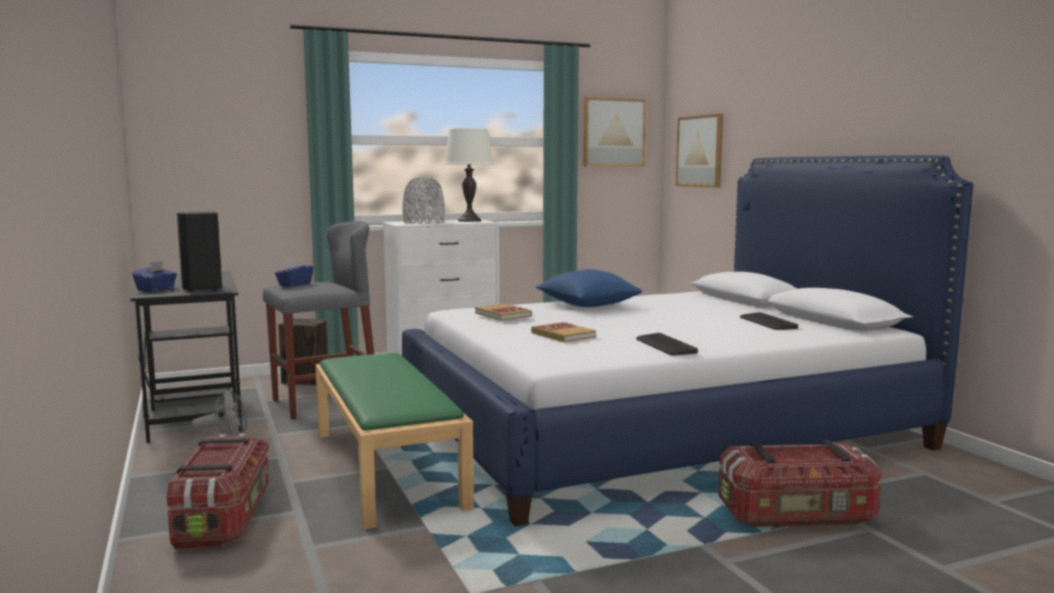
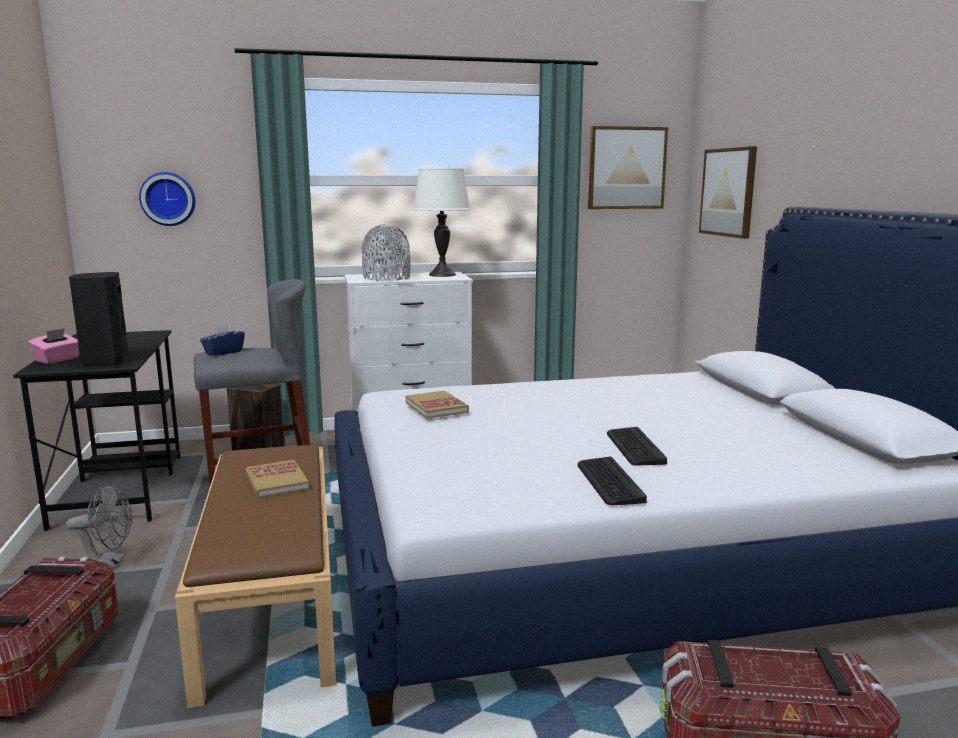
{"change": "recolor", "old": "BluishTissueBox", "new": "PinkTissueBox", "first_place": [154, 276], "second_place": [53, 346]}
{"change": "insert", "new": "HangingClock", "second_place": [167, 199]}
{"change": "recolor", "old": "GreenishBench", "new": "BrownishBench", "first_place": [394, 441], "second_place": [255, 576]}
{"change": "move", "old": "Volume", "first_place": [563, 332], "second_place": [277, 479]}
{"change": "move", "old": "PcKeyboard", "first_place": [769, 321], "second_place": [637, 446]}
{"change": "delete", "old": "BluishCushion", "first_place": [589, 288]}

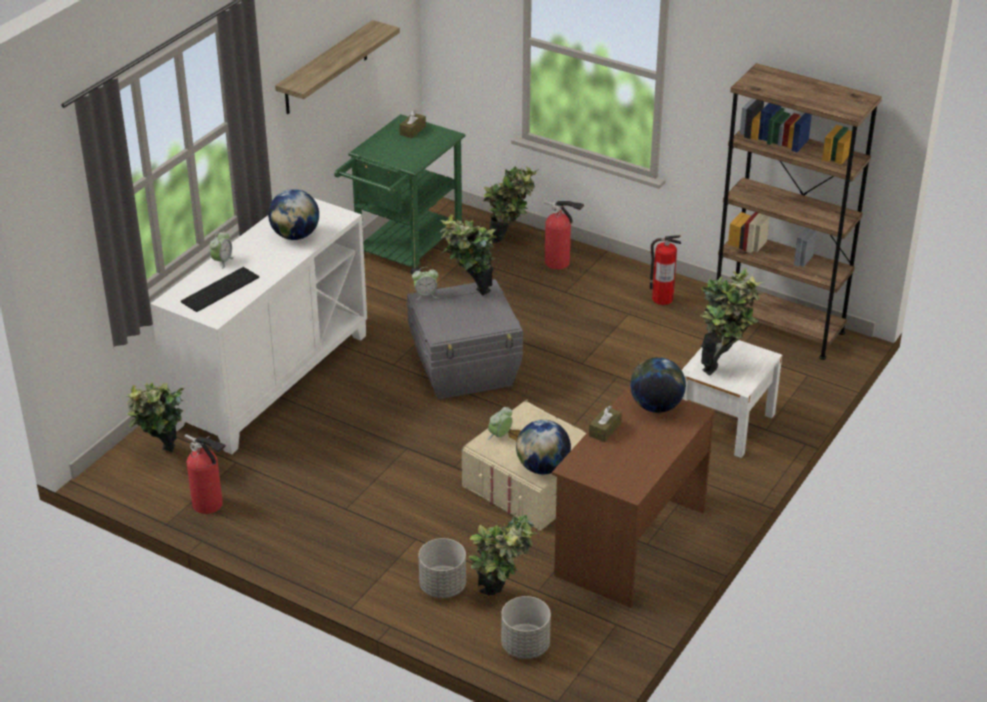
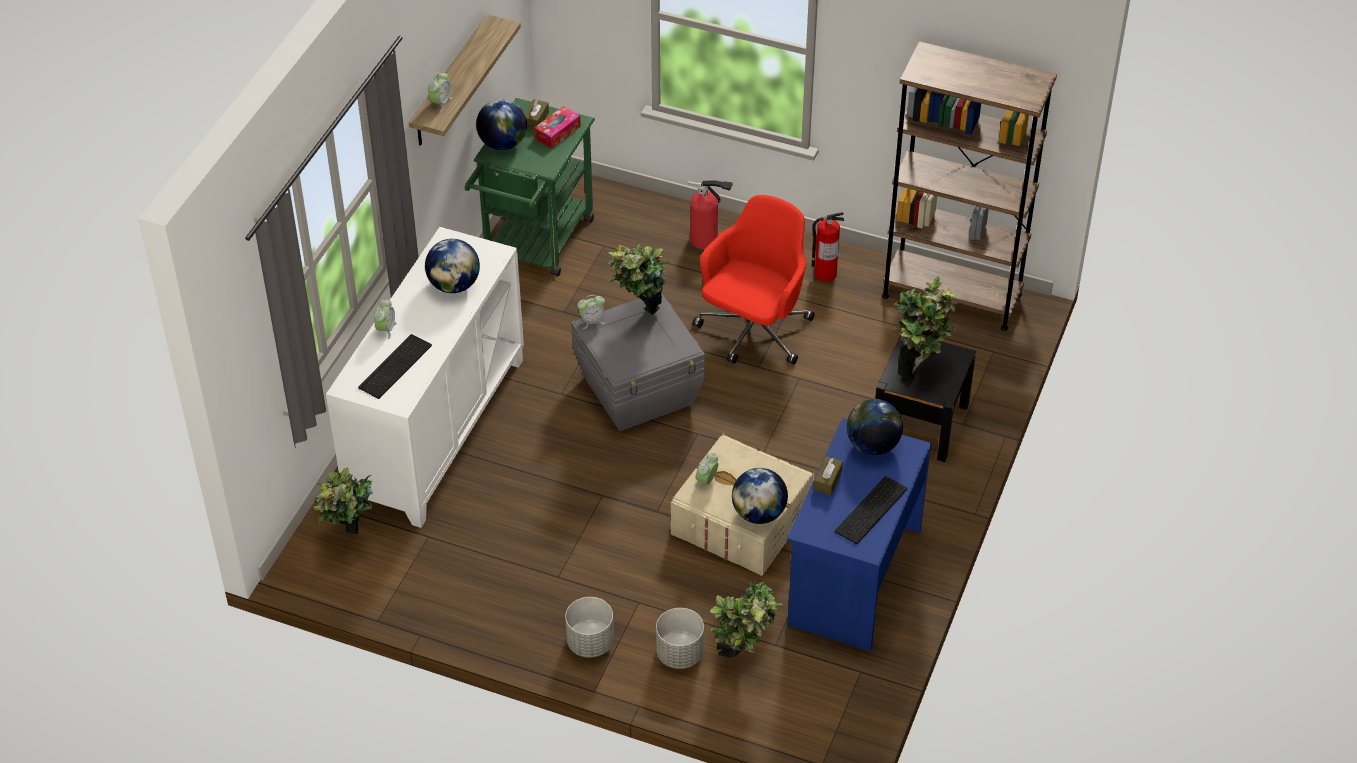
{"change": "insert", "new": "TableClock", "second_place": [440, 92]}
{"change": "insert", "new": "DeskGlobe", "second_place": [501, 124]}
{"change": "insert", "new": "TissueBox", "second_place": [557, 127]}
{"change": "move", "old": "GrayPlanter", "first_place": [526, 627], "second_place": [589, 627]}
{"change": "insert", "new": "ReddishOfficeChair", "second_place": [753, 279]}
{"change": "recolor", "old": "BrownishDeskUnit", "new": "BluishDeskUnit", "first_place": [633, 496], "second_place": [859, 534]}
{"change": "insert", "new": "PcKeyboard", "second_place": [871, 510]}
{"change": "recolor", "old": "WhiteColouredNightstand", "new": "BlackNightstand", "first_place": [732, 399], "second_place": [925, 398]}
{"change": "delete", "old": "Extinguisher", "first_place": [205, 474]}
{"change": "delete", "old": "PlantInAPot", "first_place": [511, 204]}

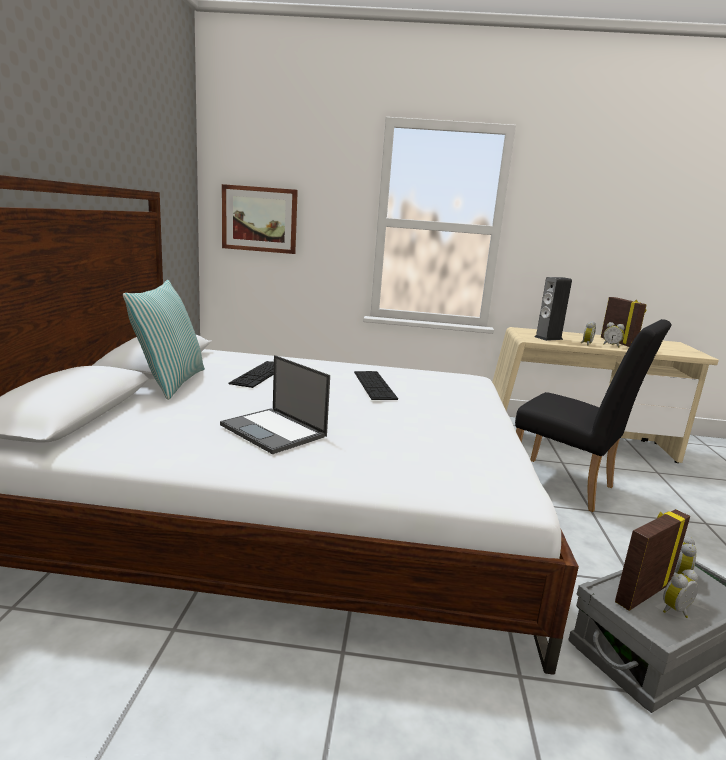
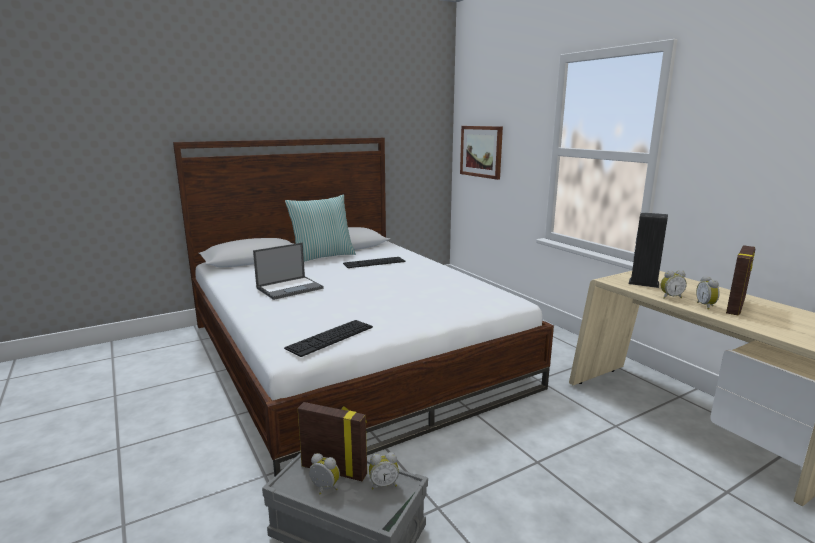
{"change": "rotate", "old": "Laptop", "first_place": [275, 404], "second_place": [288, 271], "degrees": -135}
{"change": "move", "old": "PcKeyboard", "first_place": [376, 385], "second_place": [328, 338]}
{"change": "delete", "old": "BlackUprightChair", "first_place": [593, 415]}

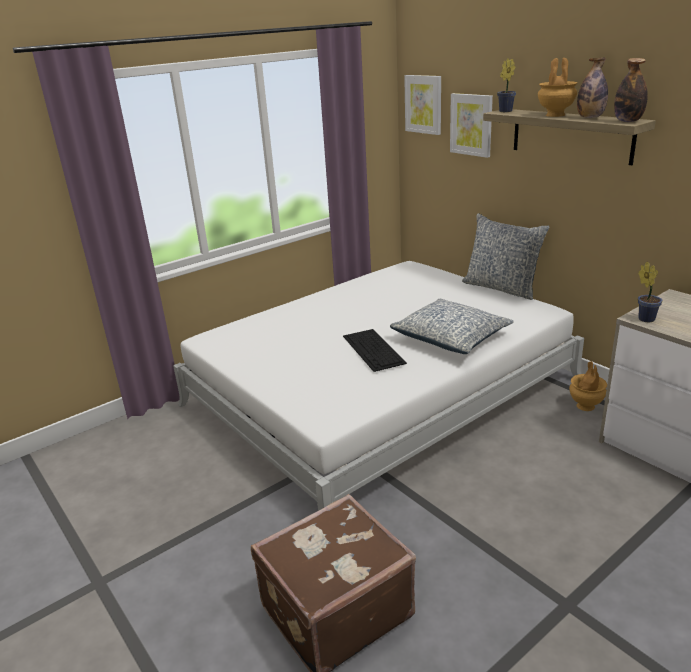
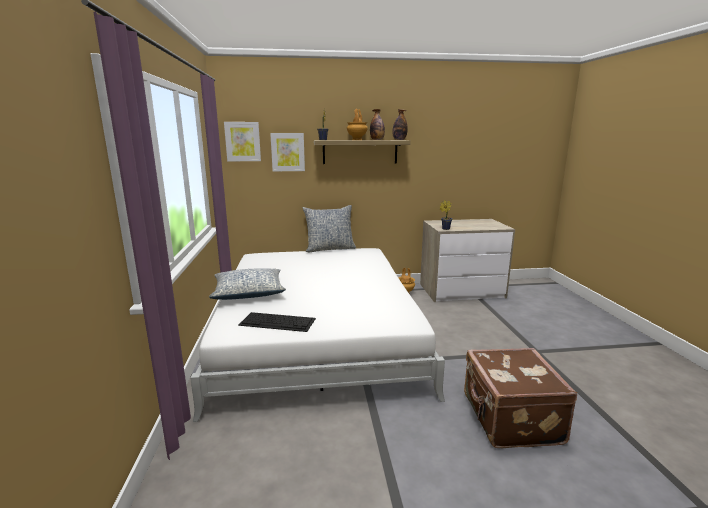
{"change": "move", "old": "Cushion", "first_place": [452, 326], "second_place": [247, 284]}
{"change": "move", "old": "PcKeyboard", "first_place": [375, 350], "second_place": [277, 322]}

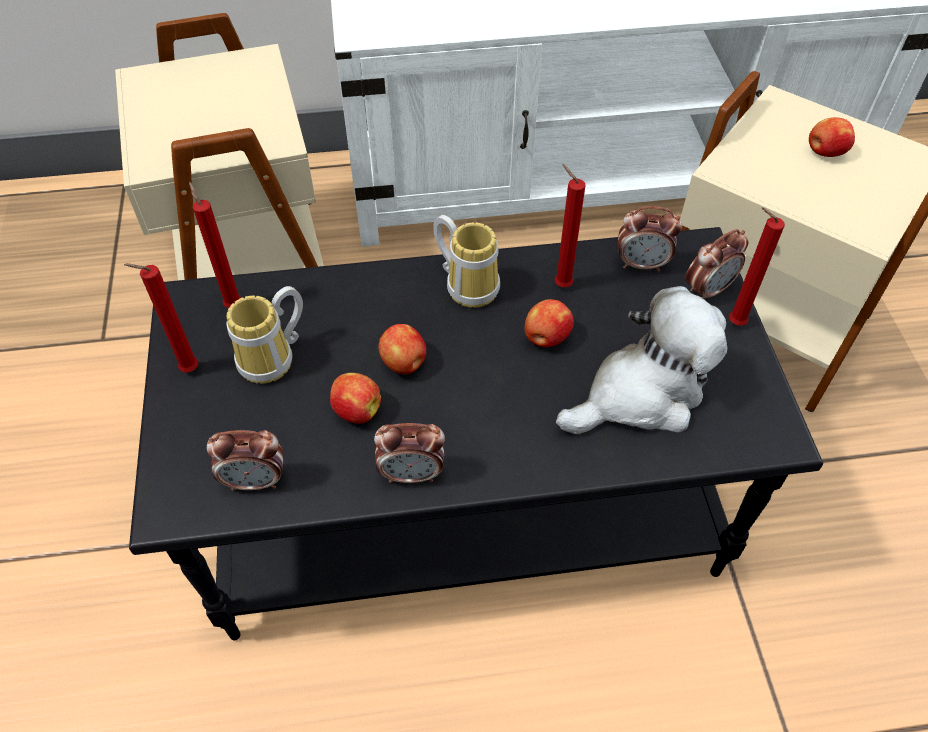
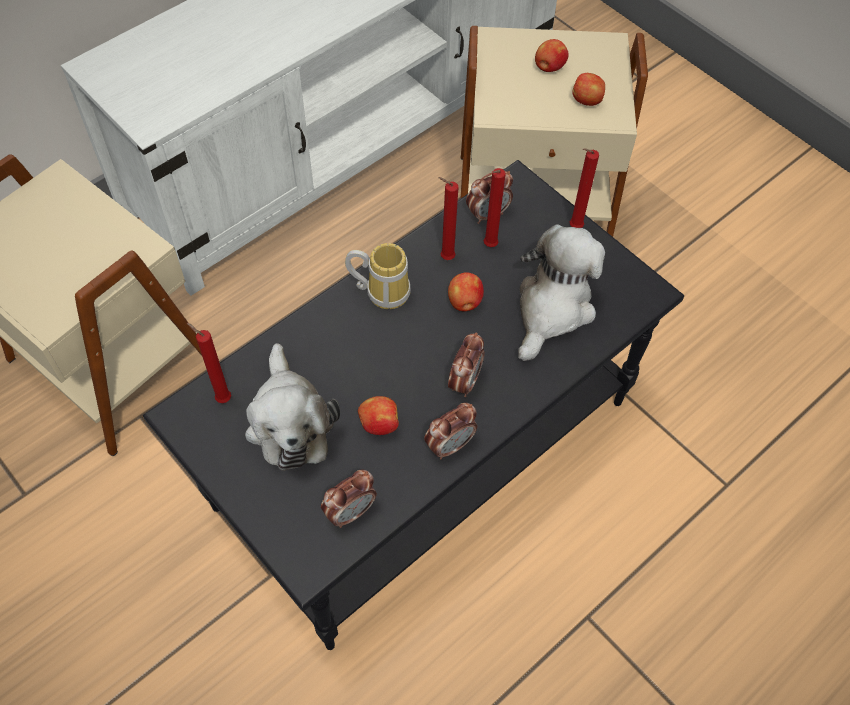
{"change": "replace", "old": "Mug", "new": "CuddlyToy", "first_place": [265, 335], "second_place": [292, 407]}
{"change": "move", "old": "TableClock", "first_place": [717, 264], "second_place": [466, 364]}
{"change": "move", "old": "ReddishWaxLight", "first_place": [161, 317], "second_place": [495, 207]}
{"change": "move", "old": "WholeApple", "first_place": [402, 349], "second_place": [588, 89]}

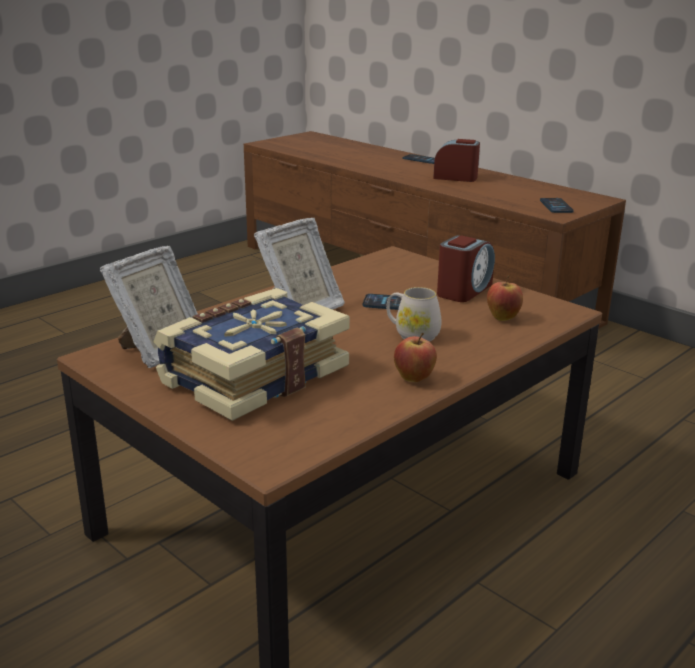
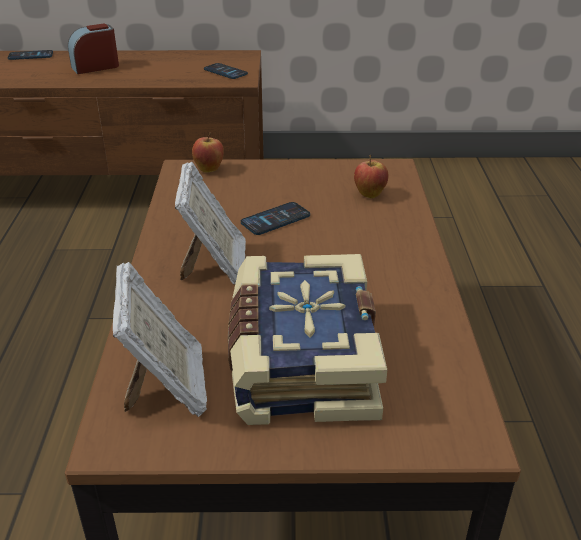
{"change": "move", "old": "WholeApple", "first_place": [415, 357], "second_place": [208, 152]}
{"change": "delete", "old": "WhiteColouredMug", "first_place": [413, 314]}
{"change": "delete", "old": "TableClock", "first_place": [466, 268]}

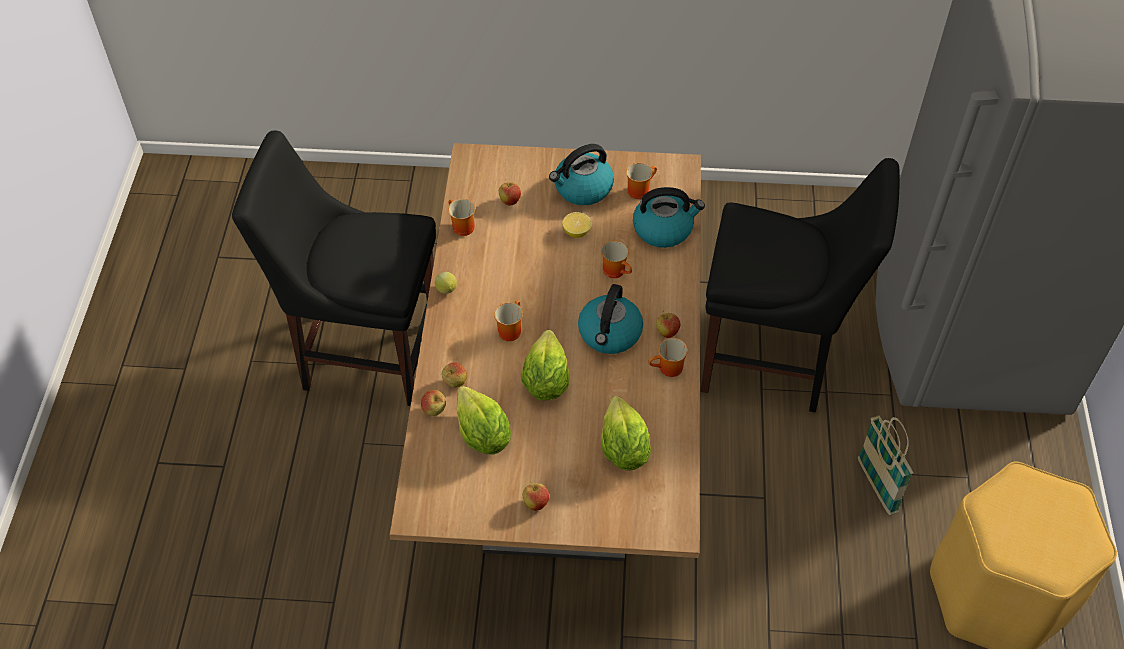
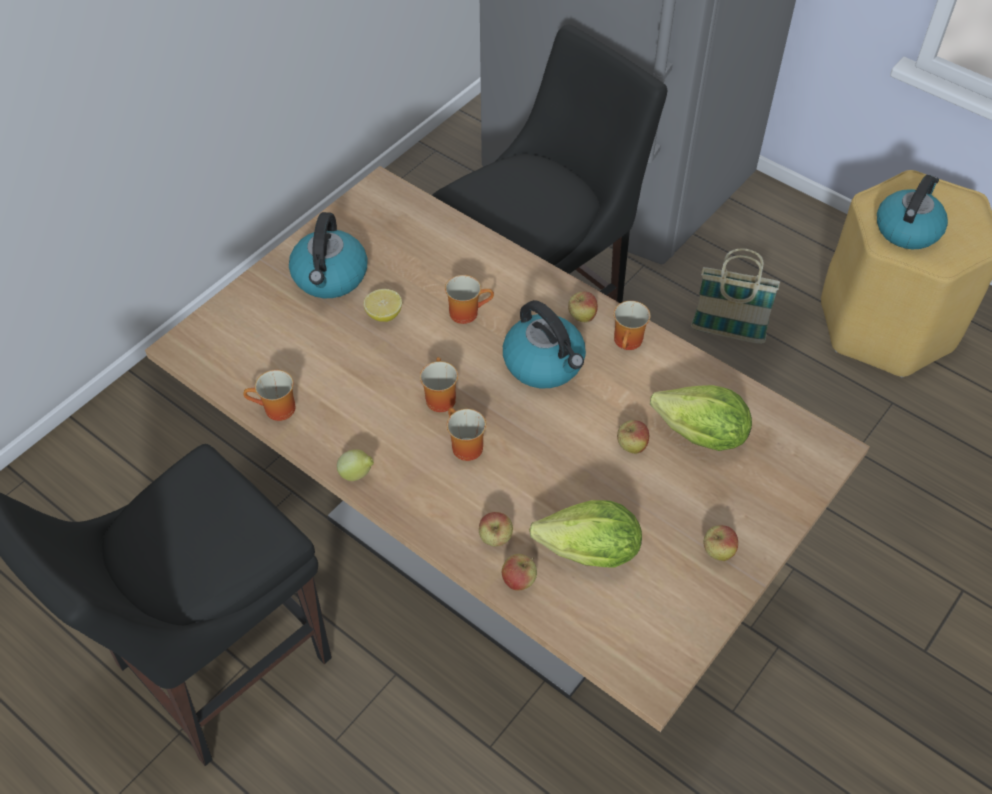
{"change": "move", "old": "Mug", "first_place": [641, 181], "second_place": [439, 384]}
{"change": "move", "old": "WholeApple", "first_place": [510, 193], "second_place": [633, 437]}
{"change": "move", "old": "WaterKettle", "first_place": [669, 217], "second_place": [912, 212]}
{"change": "delete", "old": "Lettuce", "first_place": [545, 365]}

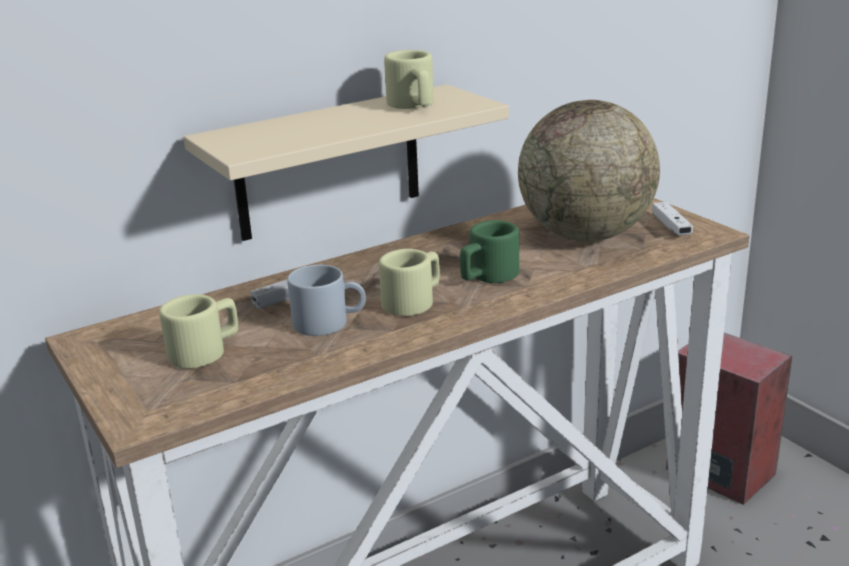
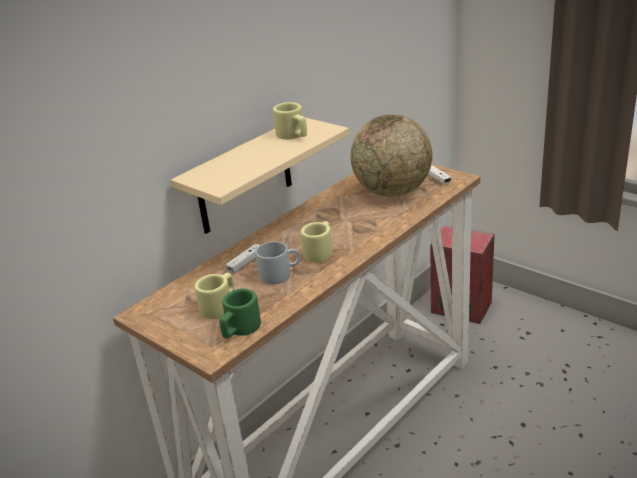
{"change": "move", "old": "GreenishMug", "first_place": [489, 251], "second_place": [240, 314]}

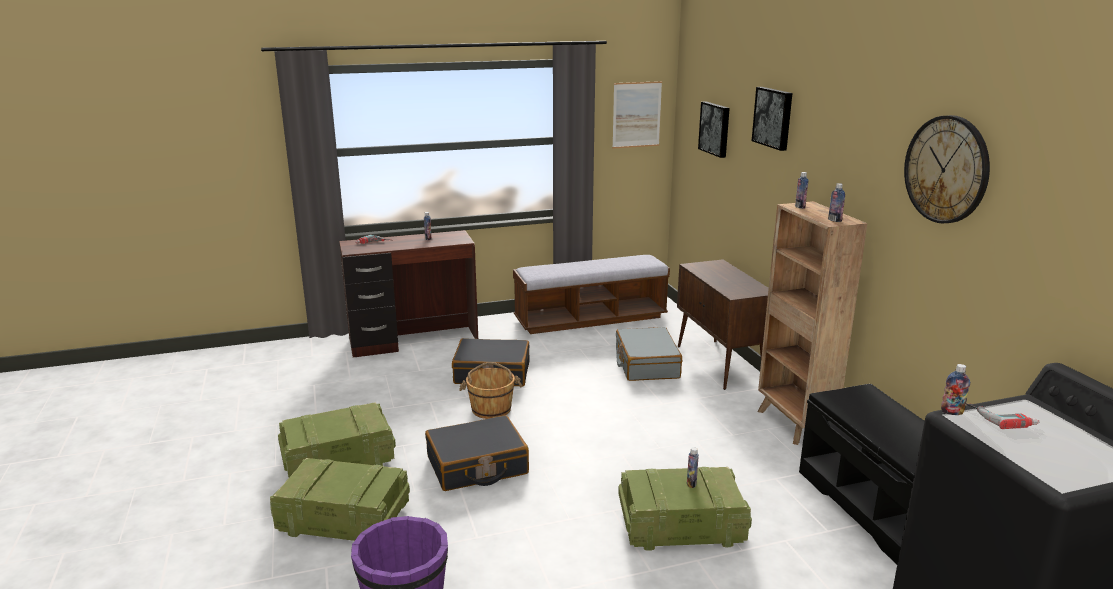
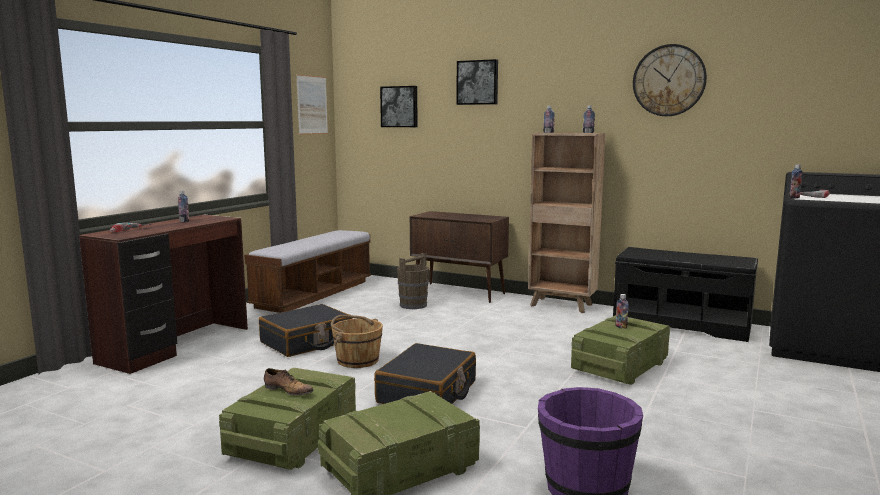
{"change": "insert", "new": "Shoe", "second_place": [289, 381]}
{"change": "replace", "old": "GrayTravelCase", "new": "BrownishBucket", "first_place": [649, 354], "second_place": [413, 281]}

